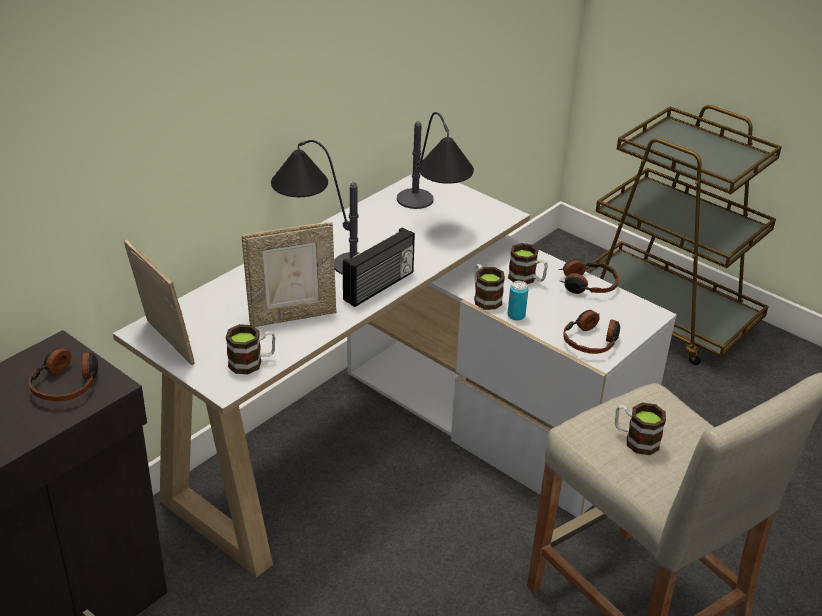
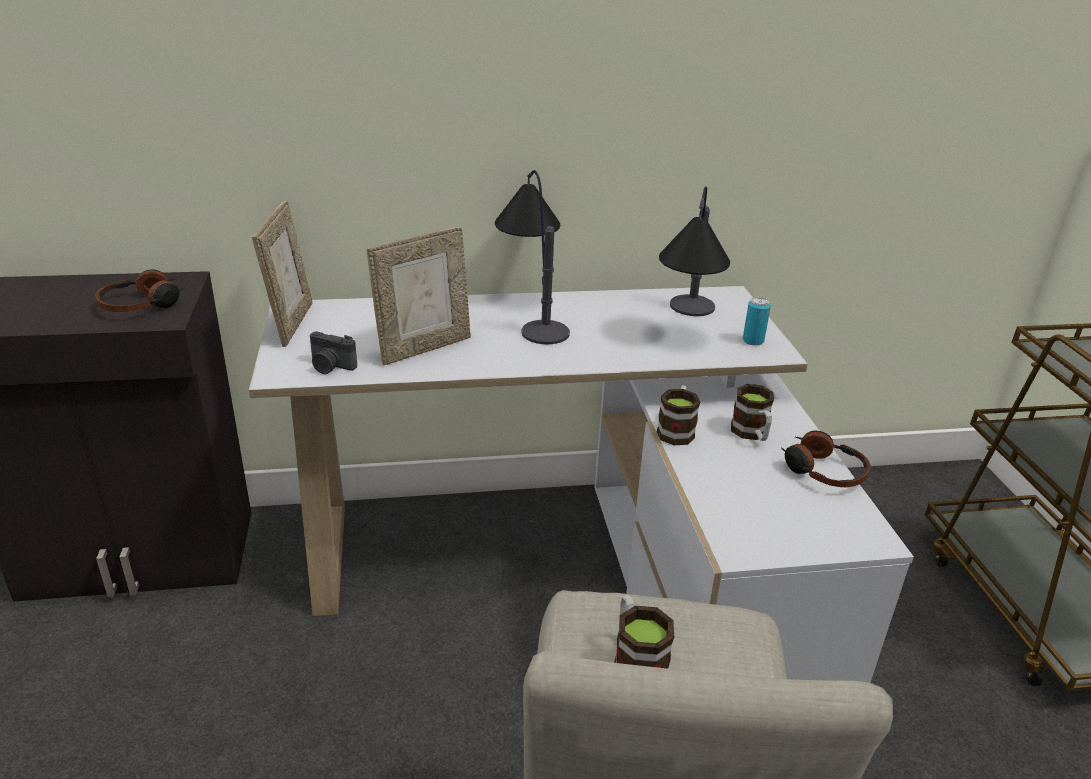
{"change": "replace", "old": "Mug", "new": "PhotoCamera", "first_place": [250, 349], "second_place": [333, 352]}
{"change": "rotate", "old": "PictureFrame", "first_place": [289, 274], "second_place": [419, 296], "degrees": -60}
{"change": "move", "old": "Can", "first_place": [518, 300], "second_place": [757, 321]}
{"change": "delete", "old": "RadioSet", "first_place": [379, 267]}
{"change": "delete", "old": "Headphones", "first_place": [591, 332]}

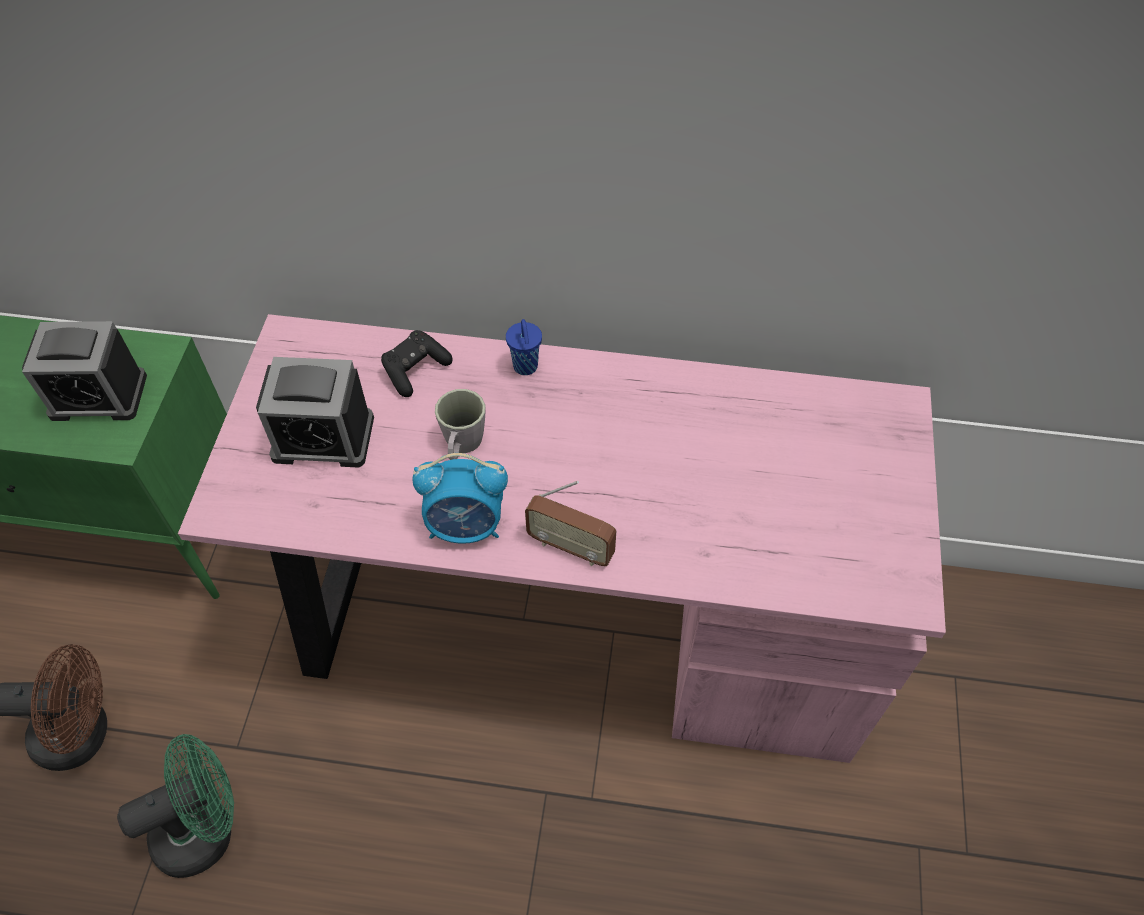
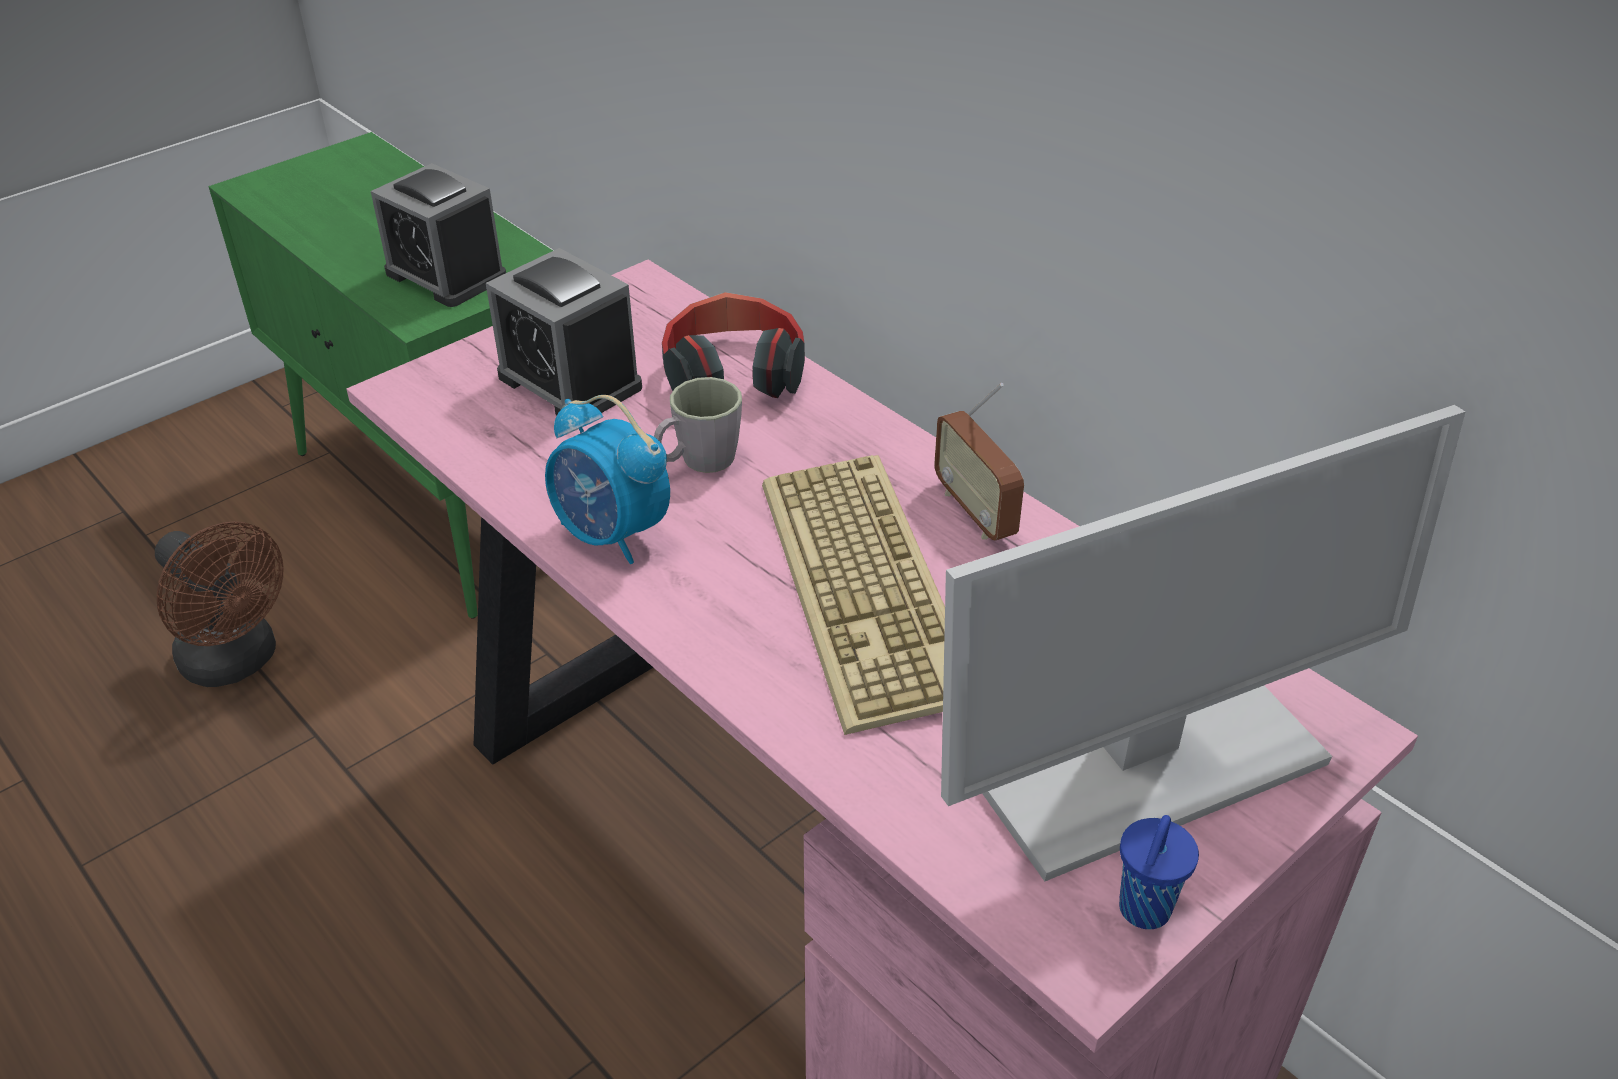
{"change": "replace", "old": "BlackJoypad", "new": "Headphones", "first_place": [417, 363], "second_place": [733, 345]}
{"change": "insert", "new": "PcKeyboard", "second_place": [853, 595]}
{"change": "move", "old": "RadioSet", "first_place": [570, 523], "second_place": [979, 462]}
{"change": "insert", "new": "ComputerScreen", "second_place": [1203, 643]}
{"change": "move", "old": "BluishDrinkingCup", "first_place": [524, 347], "second_place": [1159, 872]}
{"change": "delete", "old": "GreenishElectricFan", "first_place": [175, 806]}

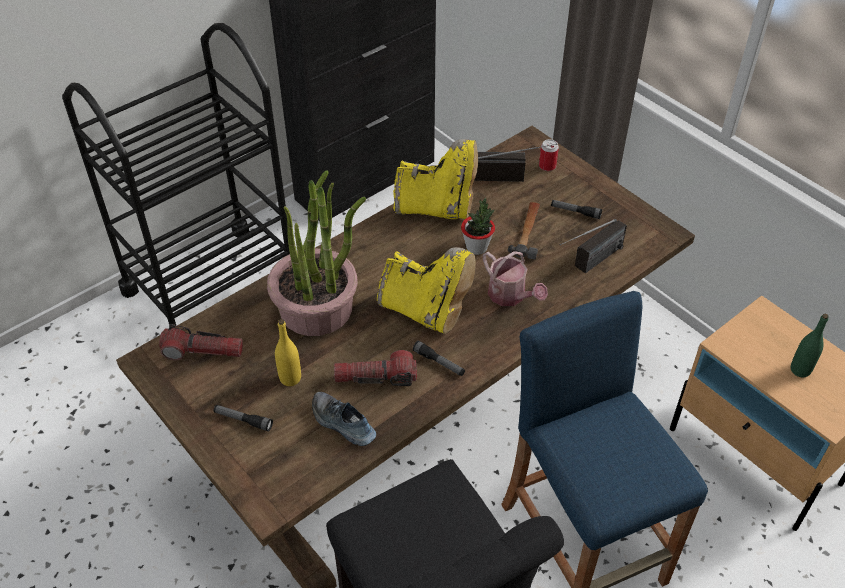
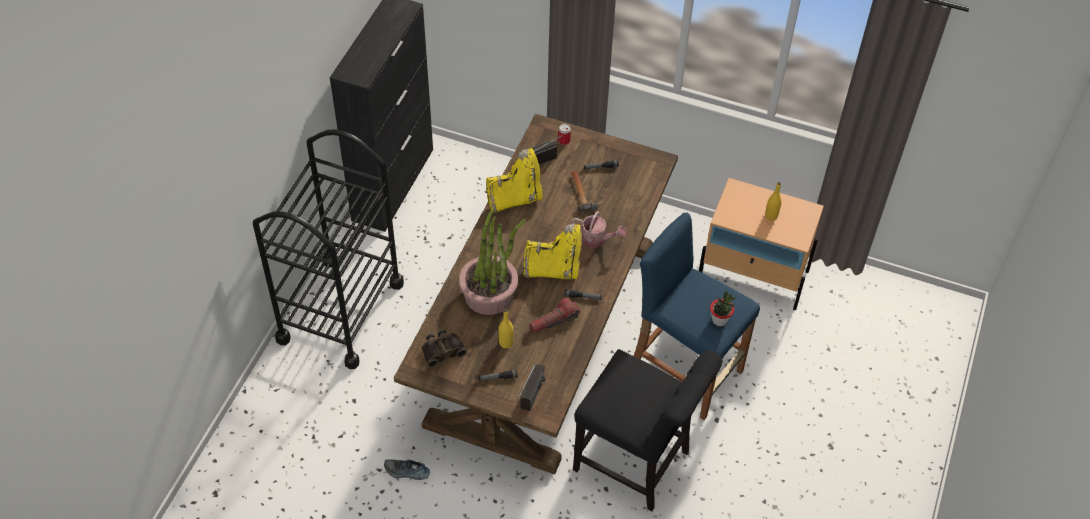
{"change": "move", "old": "Shoe", "first_place": [344, 419], "second_place": [407, 469]}
{"change": "replace", "old": "HandTorch", "new": "PairOfBinoculars", "first_place": [201, 342], "second_place": [444, 349]}
{"change": "move", "old": "RadioSet", "first_place": [593, 246], "second_place": [529, 387]}
{"change": "move", "old": "PlantInAPot", "first_place": [478, 226], "second_place": [723, 308]}
{"change": "recolor", "old": "GreenishDrinkBottle", "new": "YellowColouredDrinkBottle", "first_place": [810, 345], "second_place": [773, 201]}

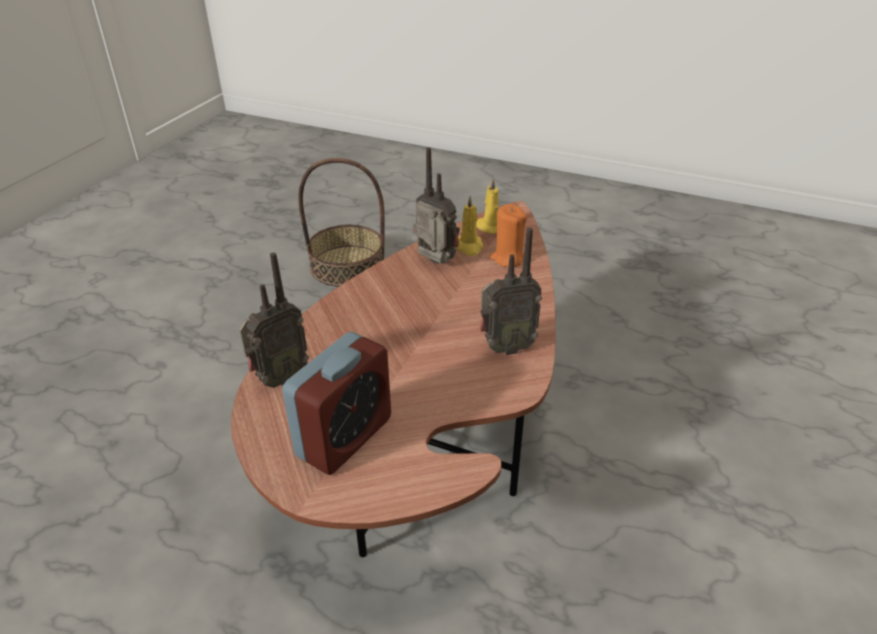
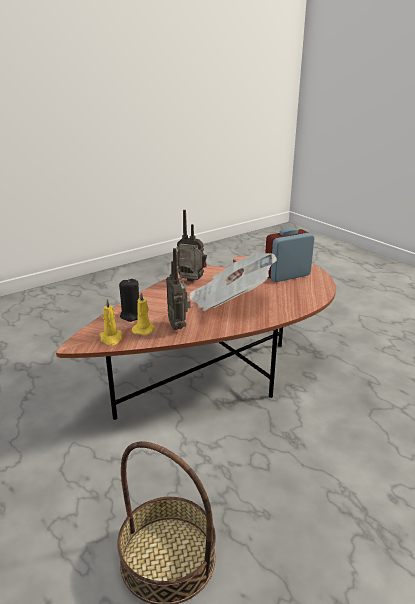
{"change": "recolor", "old": "OrangeWaxLight", "new": "BlackWaxLight", "first_place": [508, 235], "second_place": [129, 300]}
{"change": "insert", "new": "Newspaper", "second_place": [233, 281]}
{"change": "delete", "old": "RadioSet", "first_place": [274, 320]}

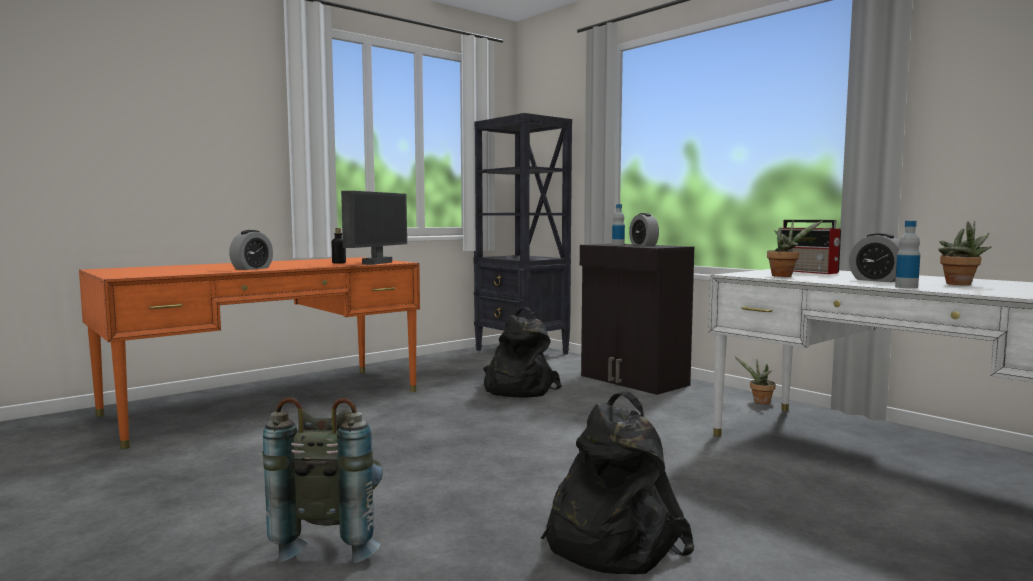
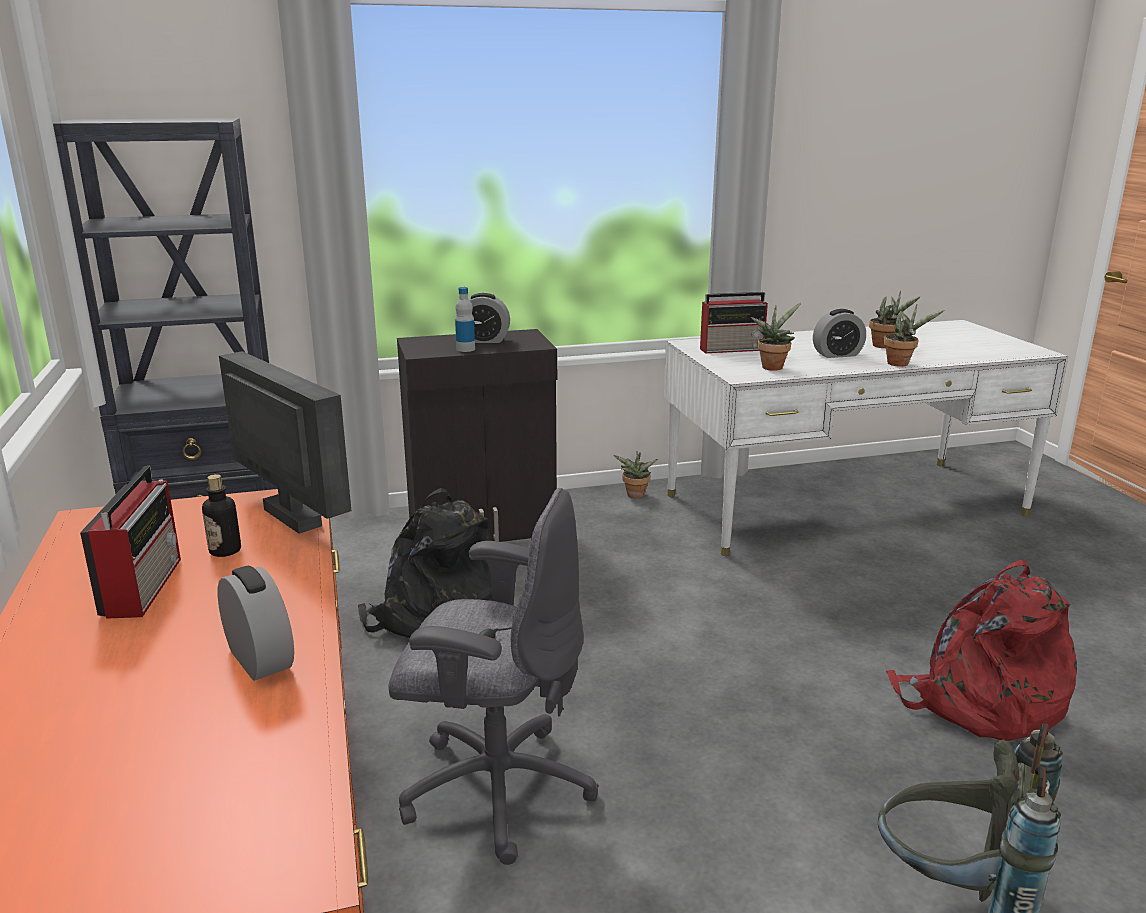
{"change": "insert", "new": "RadioSet", "second_place": [130, 542]}
{"change": "insert", "new": "GrayOfficeChair", "second_place": [493, 676]}
{"change": "replace", "old": "DrinkBottle", "new": "PlantInAPot", "first_place": [907, 255], "second_place": [914, 336]}
{"change": "recolor", "old": "BlackRucksack", "new": "ReddishRucksack", "first_place": [617, 483], "second_place": [981, 650]}

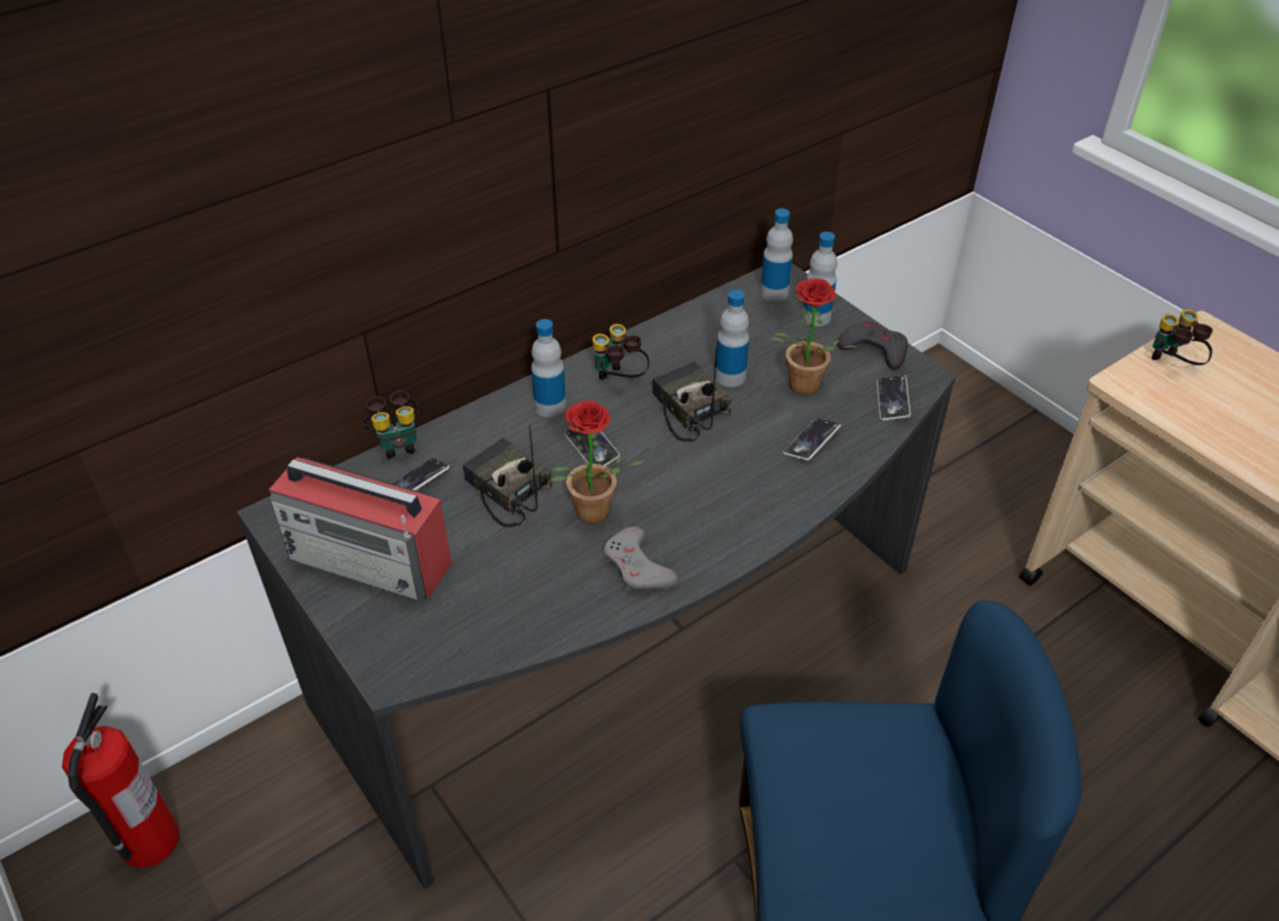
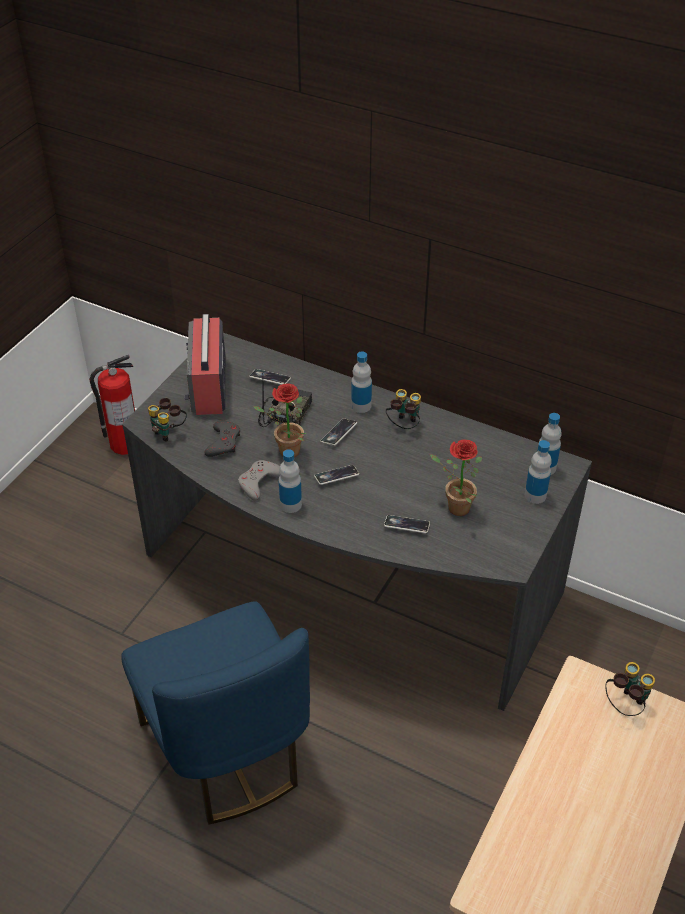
{"change": "move", "old": "PairOfBinoculars", "first_place": [390, 425], "second_place": [167, 420]}
{"change": "move", "old": "GrayJoypad", "first_place": [873, 345], "second_place": [222, 439]}
{"change": "move", "old": "DrinkBottle", "first_place": [732, 338], "second_place": [290, 481]}
{"change": "move", "old": "Phone", "first_place": [894, 398], "second_place": [336, 475]}
{"change": "delete", "old": "RadioSet", "first_place": [692, 393]}

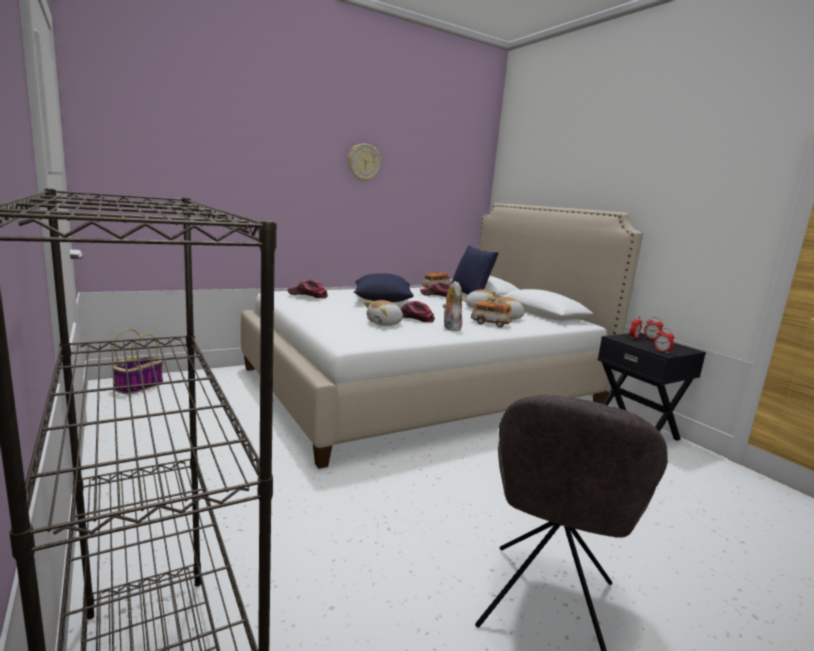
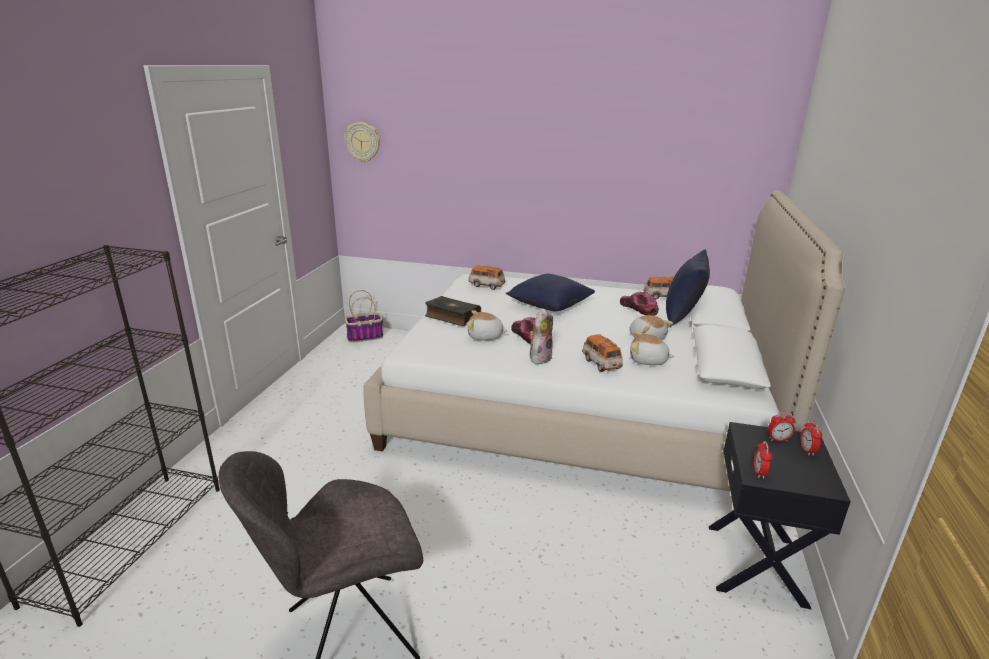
{"change": "move", "old": "HangingClock", "first_place": [364, 162], "second_place": [362, 142]}
{"change": "insert", "new": "Volume", "second_place": [453, 311]}
{"change": "replace", "old": "Cap", "new": "ToyCar", "first_place": [308, 289], "second_place": [486, 277]}

